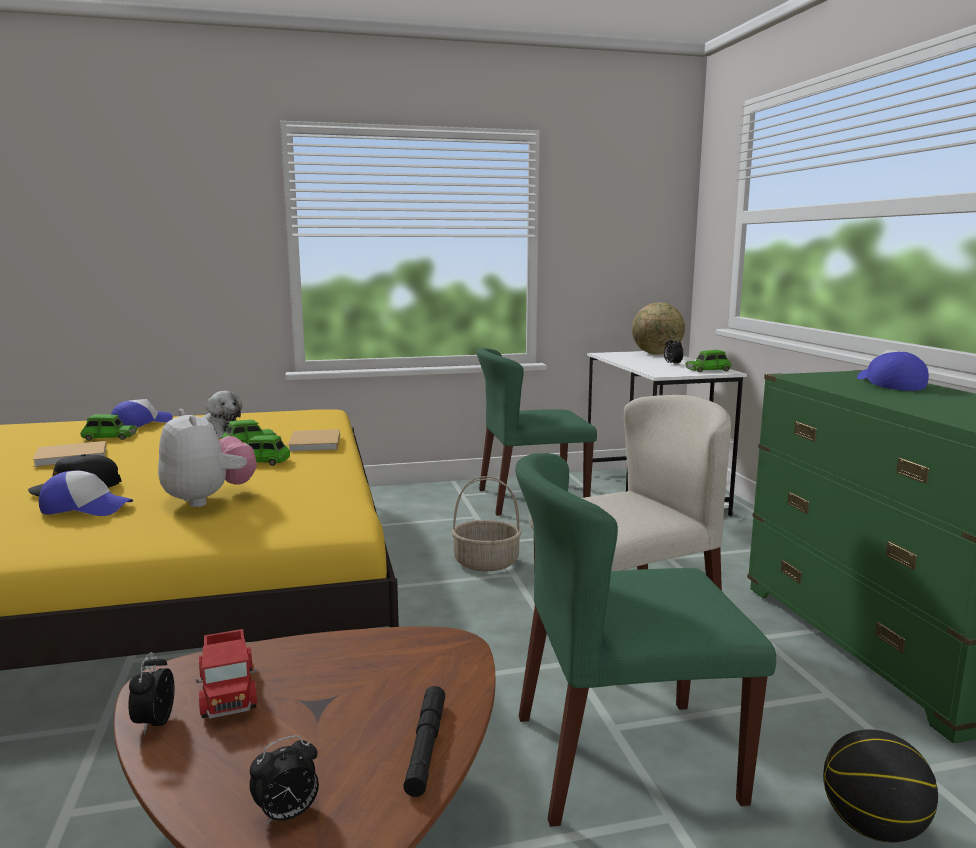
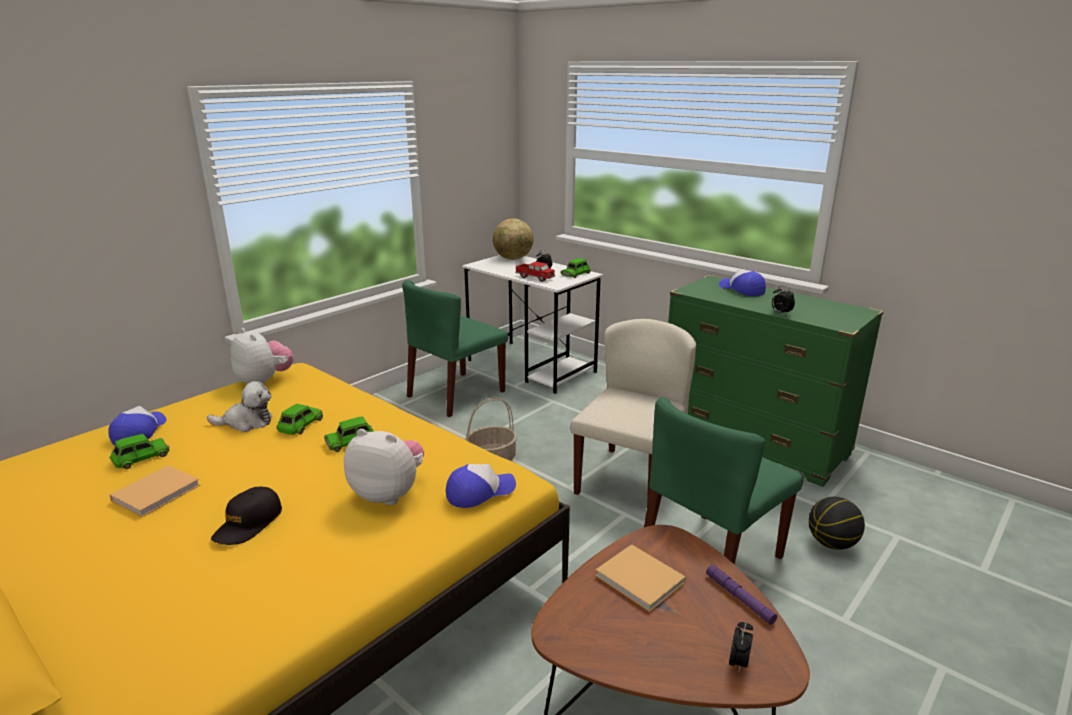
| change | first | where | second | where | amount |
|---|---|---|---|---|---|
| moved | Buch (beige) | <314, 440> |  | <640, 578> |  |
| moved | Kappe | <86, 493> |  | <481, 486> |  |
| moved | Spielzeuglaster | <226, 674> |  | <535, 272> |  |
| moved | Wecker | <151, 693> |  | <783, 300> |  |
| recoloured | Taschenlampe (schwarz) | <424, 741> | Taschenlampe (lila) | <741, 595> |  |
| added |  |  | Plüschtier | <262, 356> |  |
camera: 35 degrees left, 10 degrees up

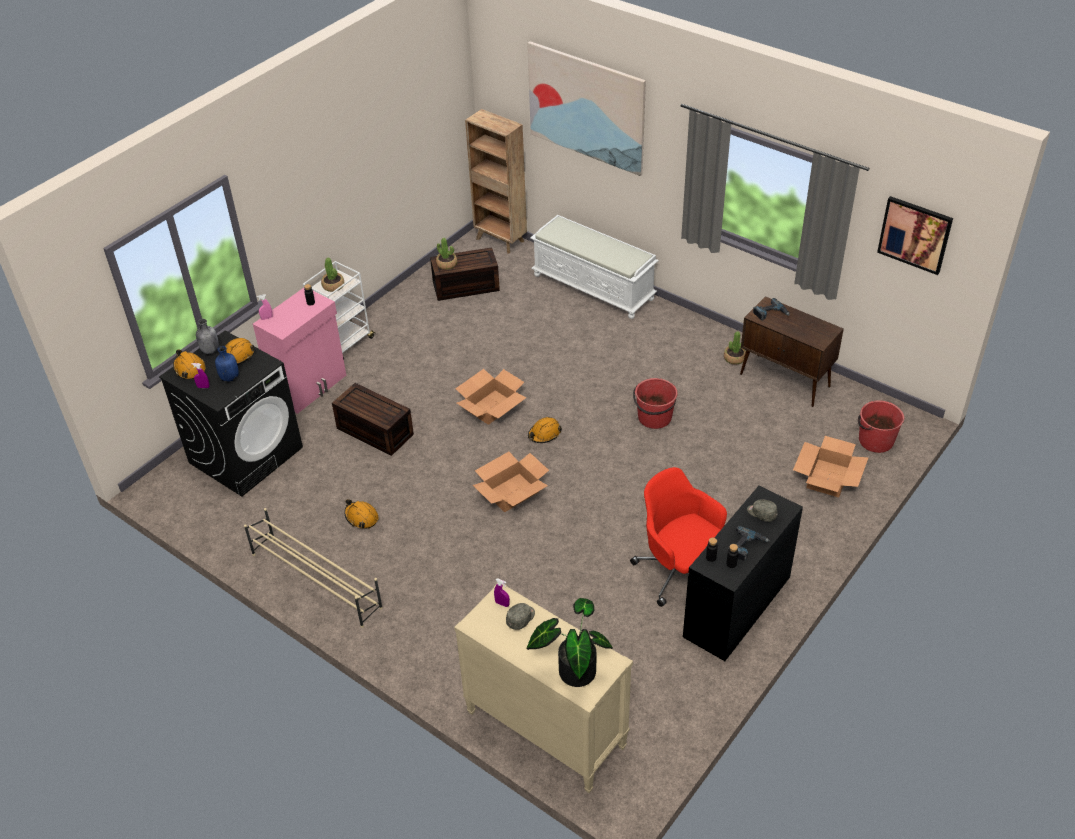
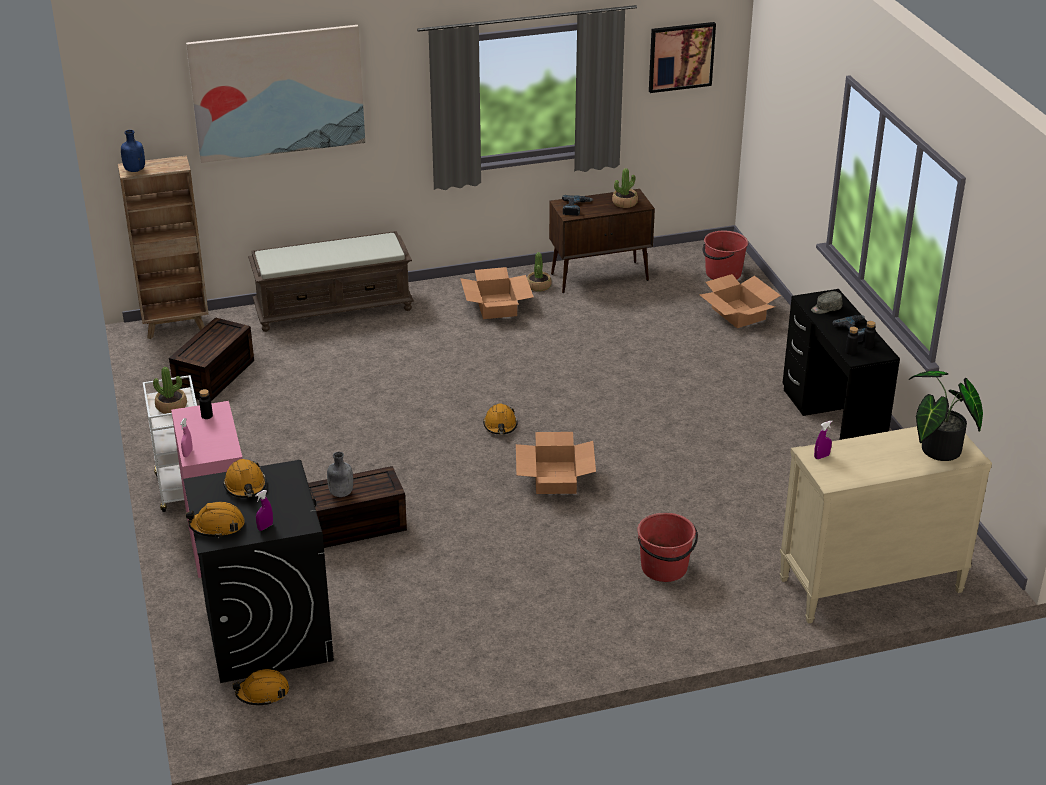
| change | first | where | second | where | amount |
|---|---|---|---|---|---|
| recoloured | Bank (weiß) | <594, 267> | Bank (braun) | <331, 281> |  |
| moved | Topfpflanze | <446, 254> |  | <625, 188> |  |
| moved | Flasche (grau) | <207, 336> |  | <340, 474> |  |
| moved | Flasche (blau) | <227, 364> |  | <133, 151> |  |
| moved | Karton | <491, 397> |  | <496, 293> |  |
| moved | Eimer (rot) | <655, 403> |  | <667, 547> |  |
| removed | Bürostuhl (rot) | <678, 537> |  |  |  |
| moved | Schutzhelm (orange) | <361, 513> |  | <260, 687> |  |
| removed | Schuhregal (beige) | <313, 568> |  |  |  |
| removed | Kappe (grau) | <520, 616> |  |  |  |
camera: 55 degrees left, 10 degrees down

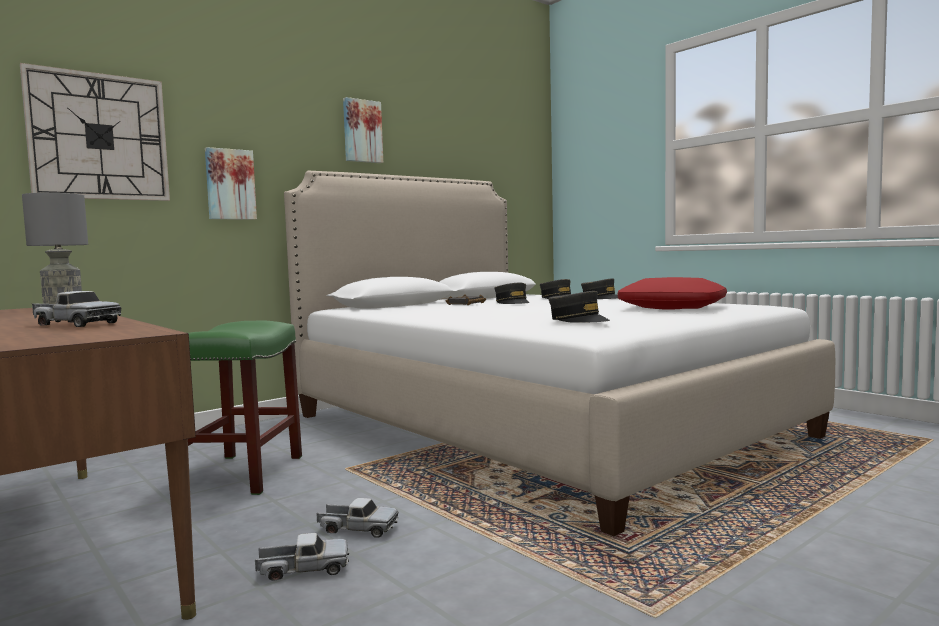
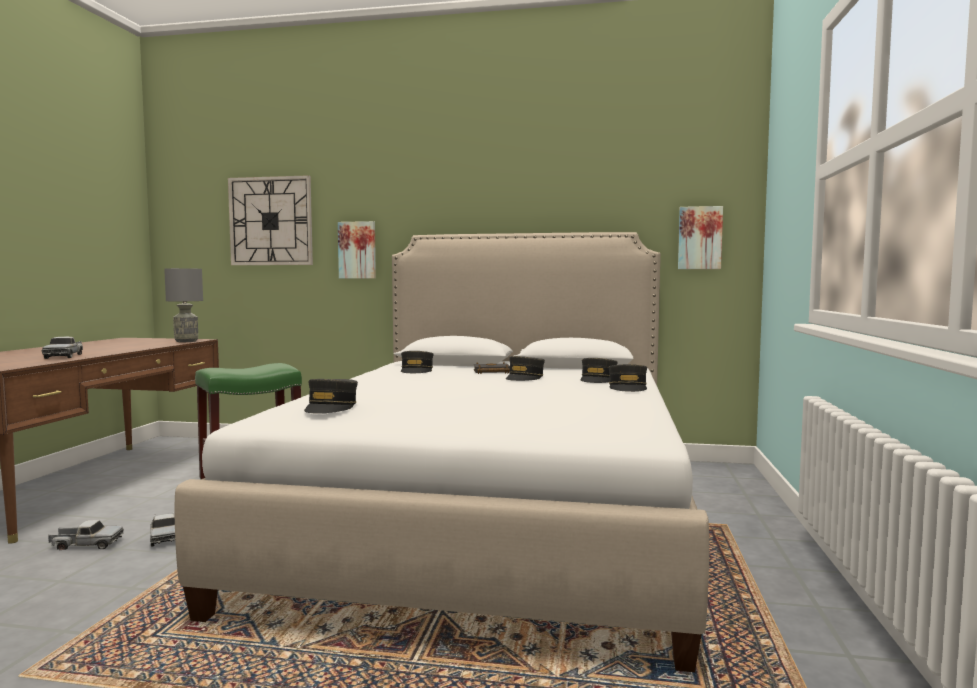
| change | first | where | second | where | amount |
|---|---|---|---|---|---|
| moved | Bild | <363, 130> |  | <700, 237> |  |
| removed | Kissen (rot) | <672, 293> |  |  |  |
| turned | Spielzeuglaster | <302, 557> |  | <86, 535> | 45 degrees counterclockwise |
| added |  |  | Kappe (grau) | <417, 362> |  |
camera: 50 degrees right, 0 degrees up

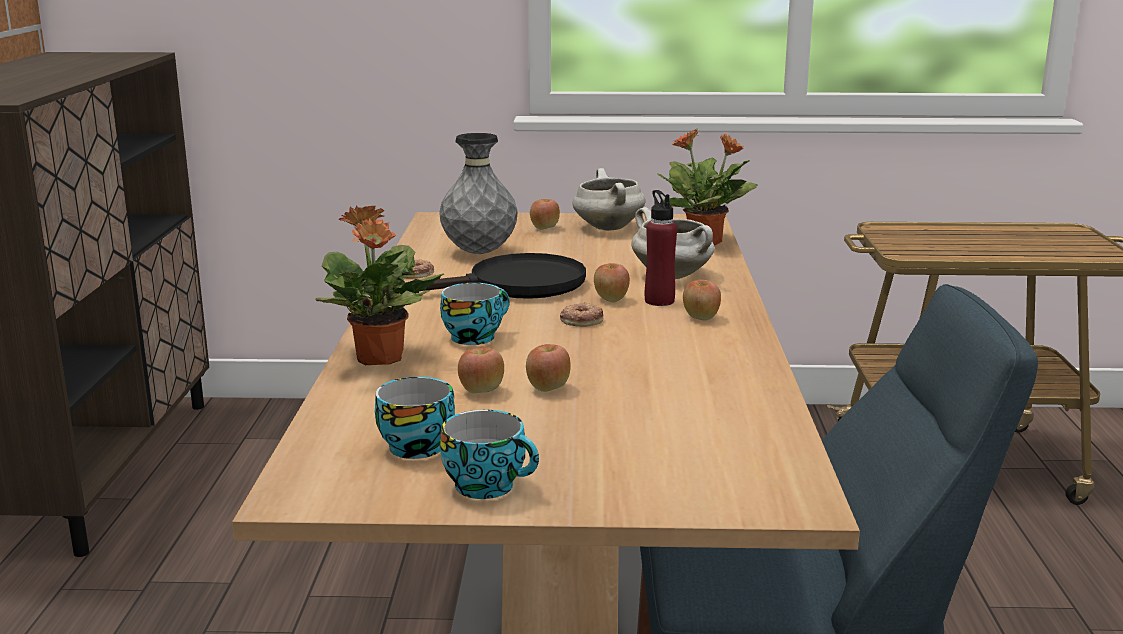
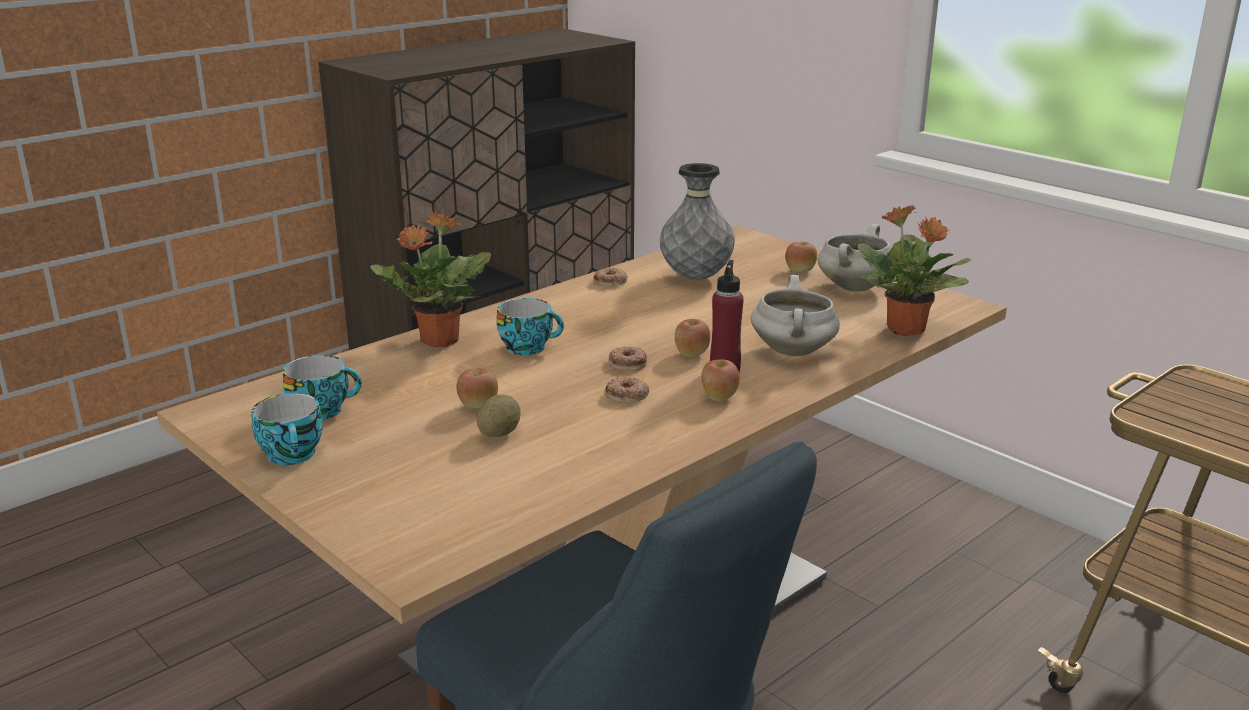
| change | first | where | second | where | amount |
|---|---|---|---|---|---|
| removed | Pfanne (schwarz) | <491, 276> |  |  |  |
| removed | Apfel | <481, 370> |  |  |  |
| added |  |  | Donut | <627, 389> |  |
| added |  |  | Kartoffel | <499, 416> |  |
camera: 45 degrees right, 5 degrees up

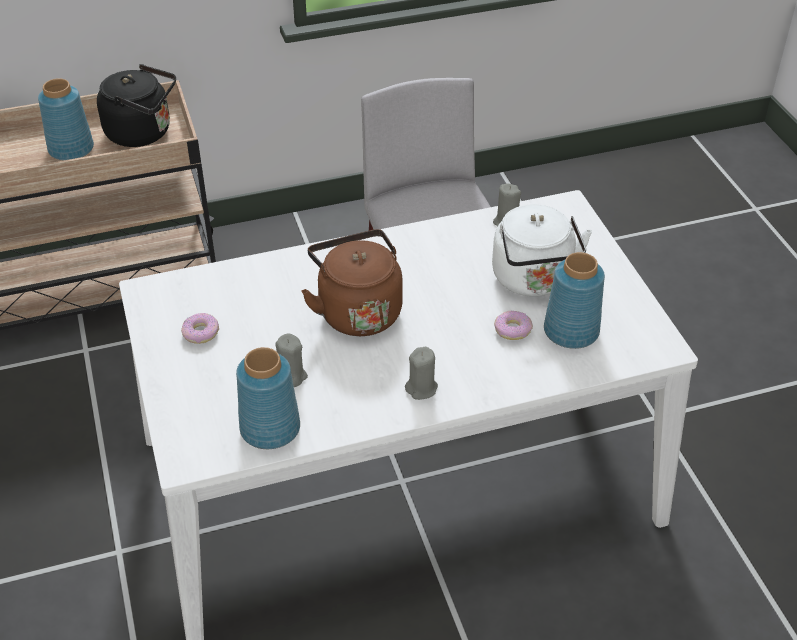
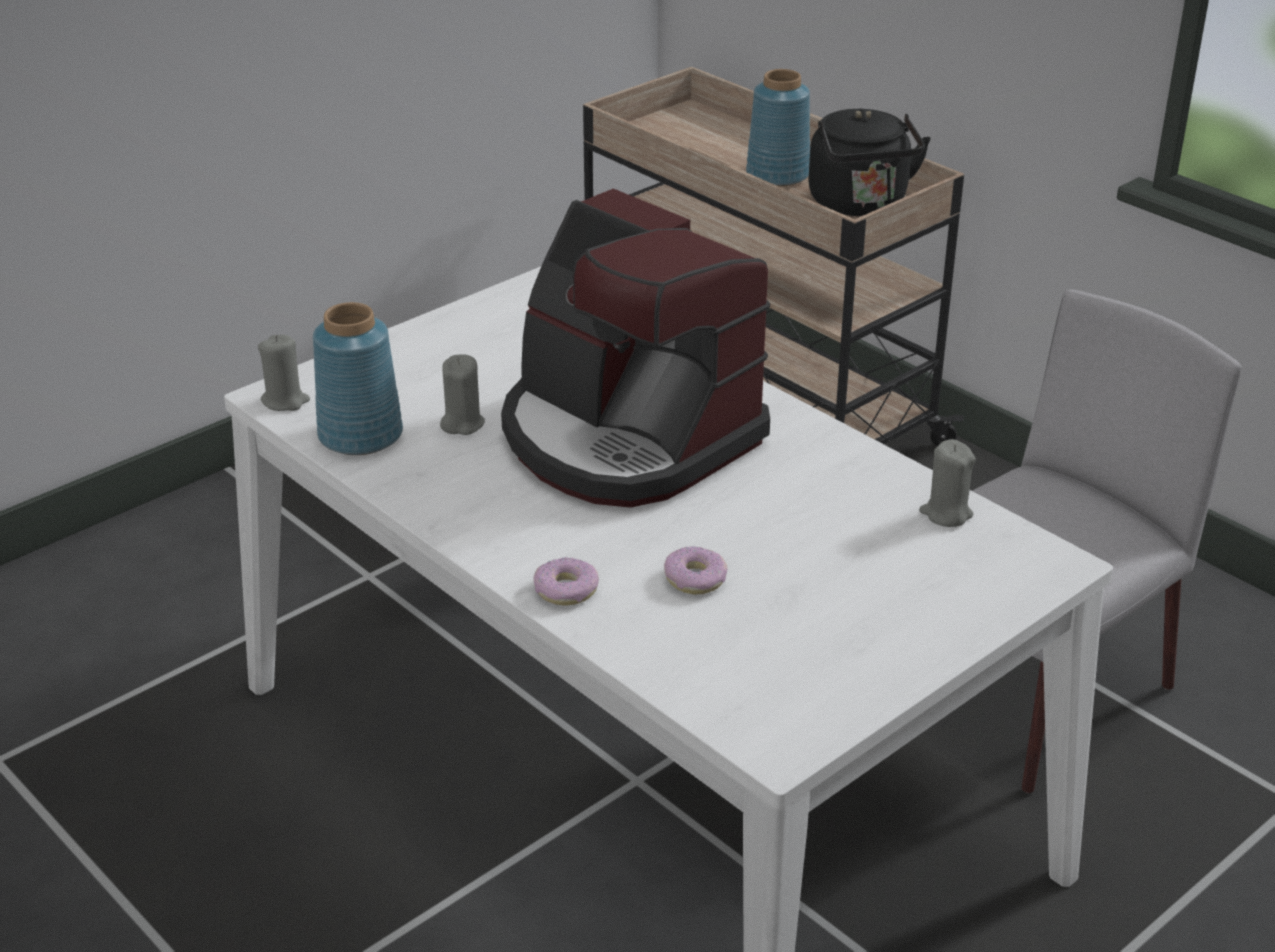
| change | first | where | second | where | amount |
|---|---|---|---|---|---|
| removed | Wasserkessel (weiß) | <542, 250> |  |  |  |
| replaced | Wasserkessel (braun) | <352, 282> | Kaffeemaschine | <635, 348> |  |
| removed | Vase (blau) | <574, 300> |  |  |  |
| moved | Donut | <200, 328> |  | <566, 581> |  |
| moved | Kerze (grau) | <421, 373> |  | <284, 373> |  |
camera: 65 degrees right, 10 degrees down

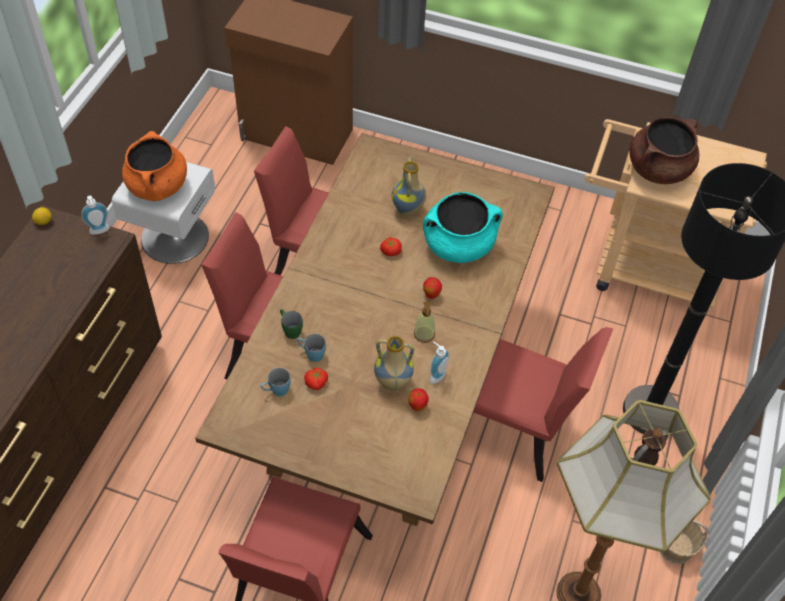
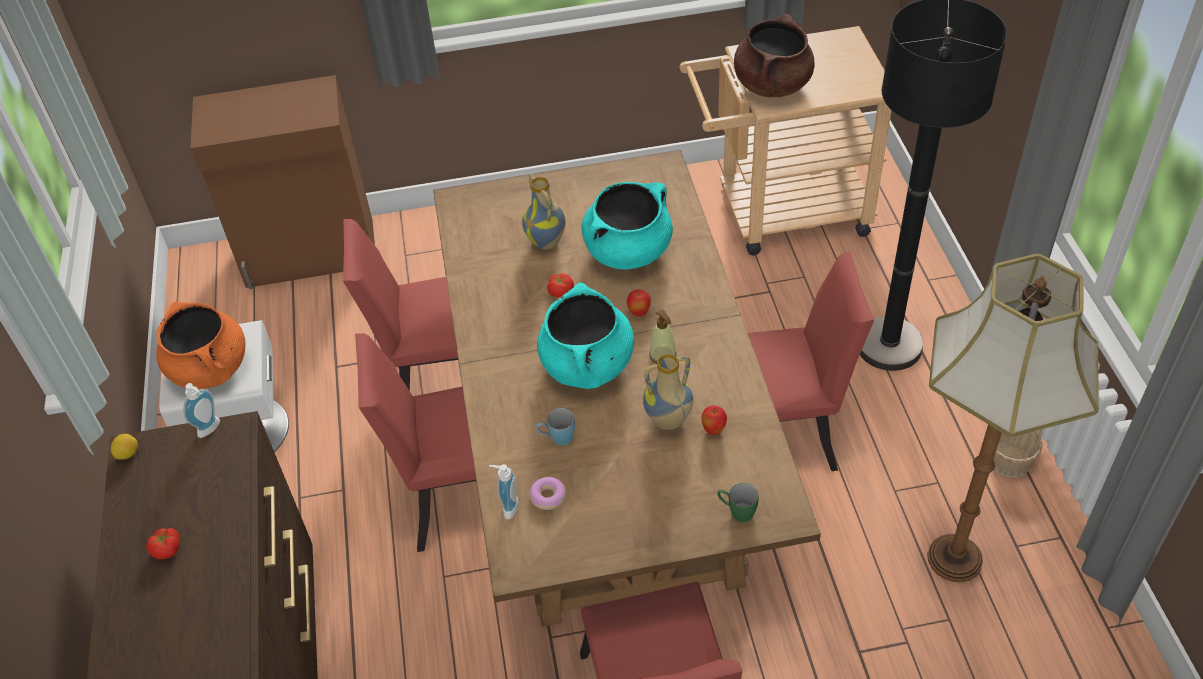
| change | first | where | second | where | amount |
|---|---|---|---|---|---|
| moved | Henkelbecher (grün) | <291, 324> |  | <738, 502> |  |
| moved | Seifenspender | <439, 362> |  | <504, 491> |  |
| replaced | Henkelbecher (blau) | <275, 382> | Donut | <547, 493> |  |
| moved | Tomate | <316, 379> |  | <163, 543> |  |
| added |  |  | Kochtopf (türkis) | <585, 336> |  |
camera: 25 degrees left, 5 degrees down

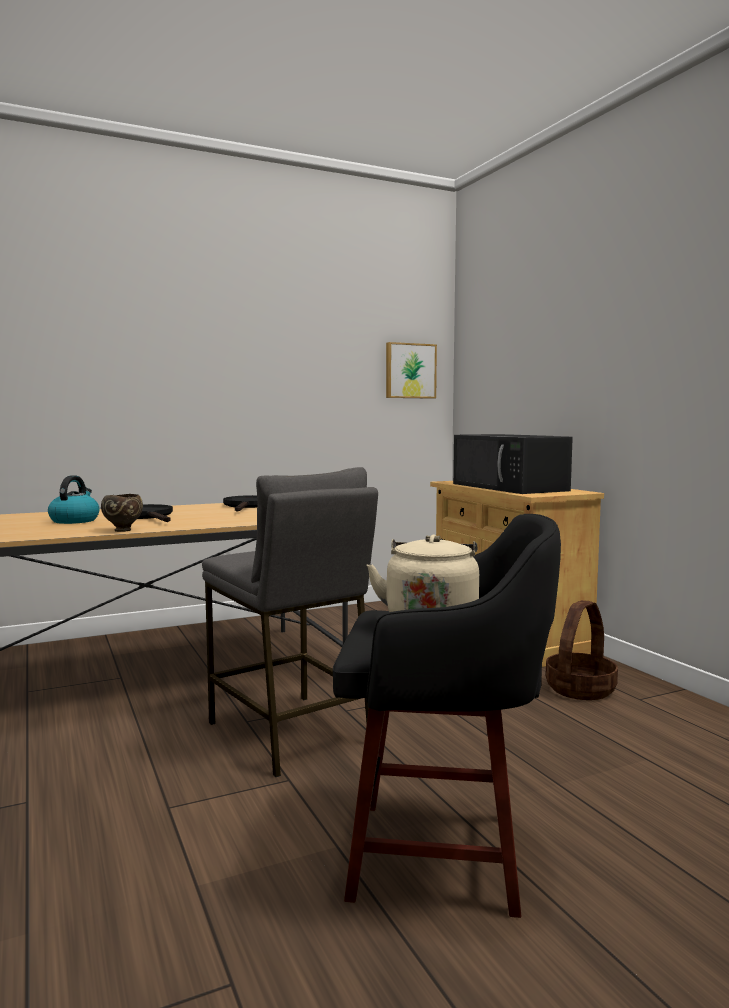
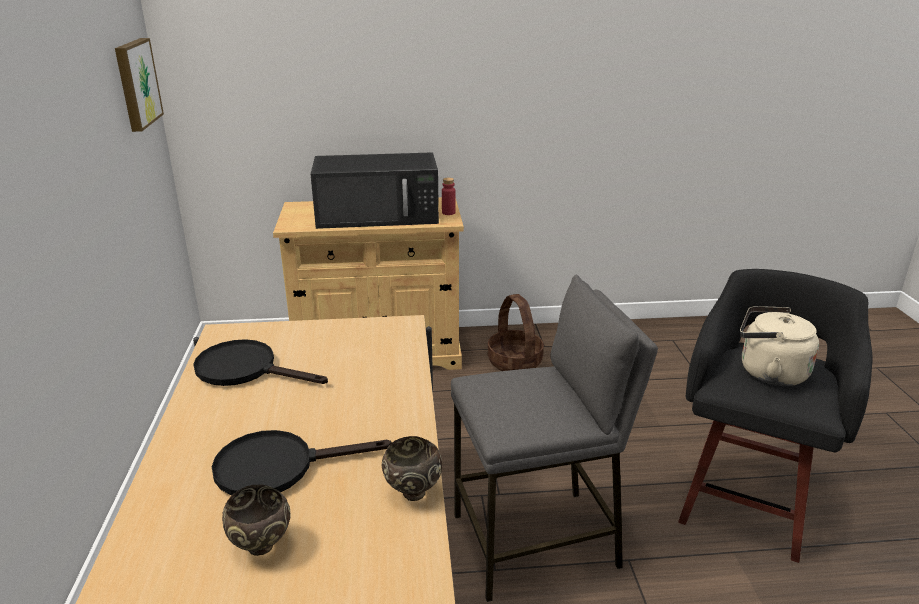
| change | first | where | second | where | amount |
|---|---|---|---|---|---|
| replaced | Wasserkessel | <74, 500> | Schüssel (braun) | <256, 520> |  |
| added |  |  | Flasche (rot) | <449, 196> |  |
camera: 70 degrees left, 20 degrees up

